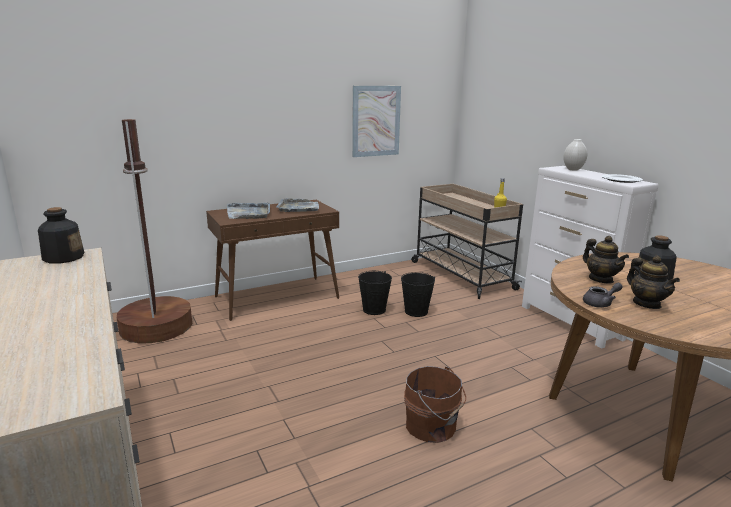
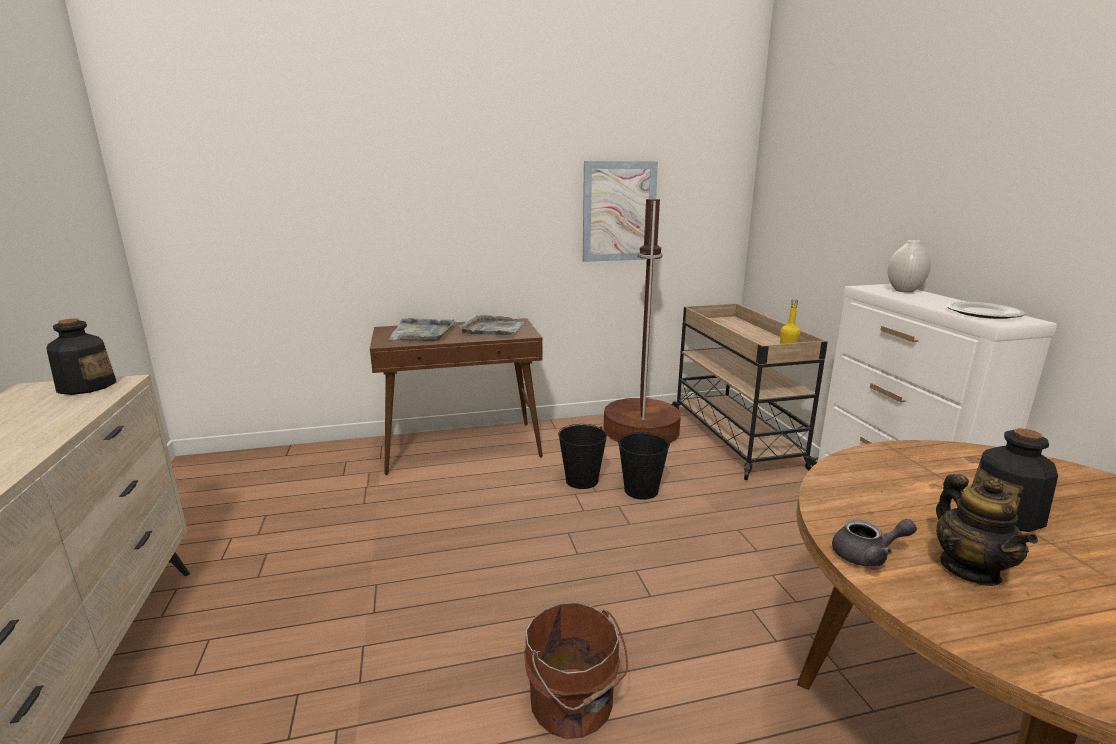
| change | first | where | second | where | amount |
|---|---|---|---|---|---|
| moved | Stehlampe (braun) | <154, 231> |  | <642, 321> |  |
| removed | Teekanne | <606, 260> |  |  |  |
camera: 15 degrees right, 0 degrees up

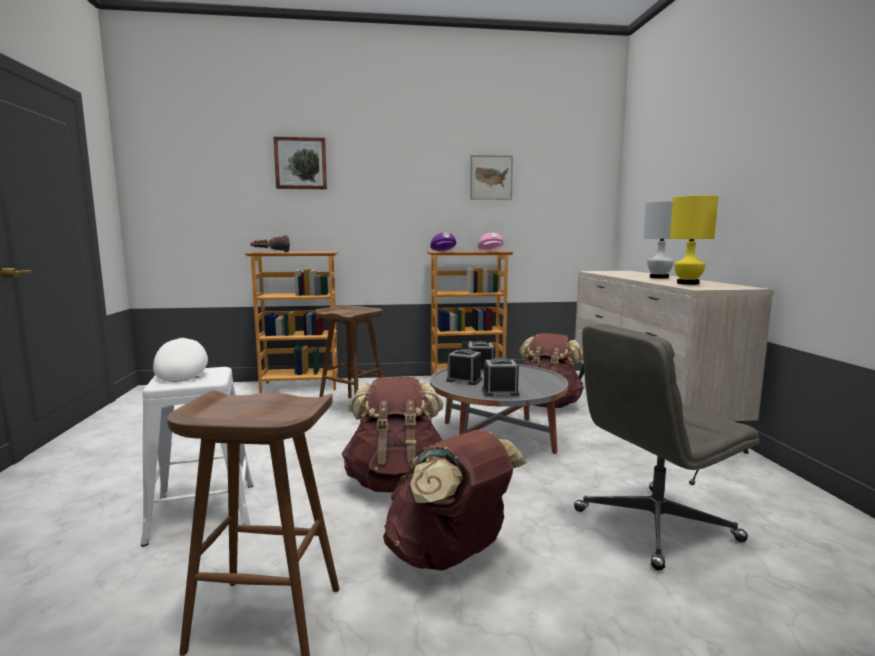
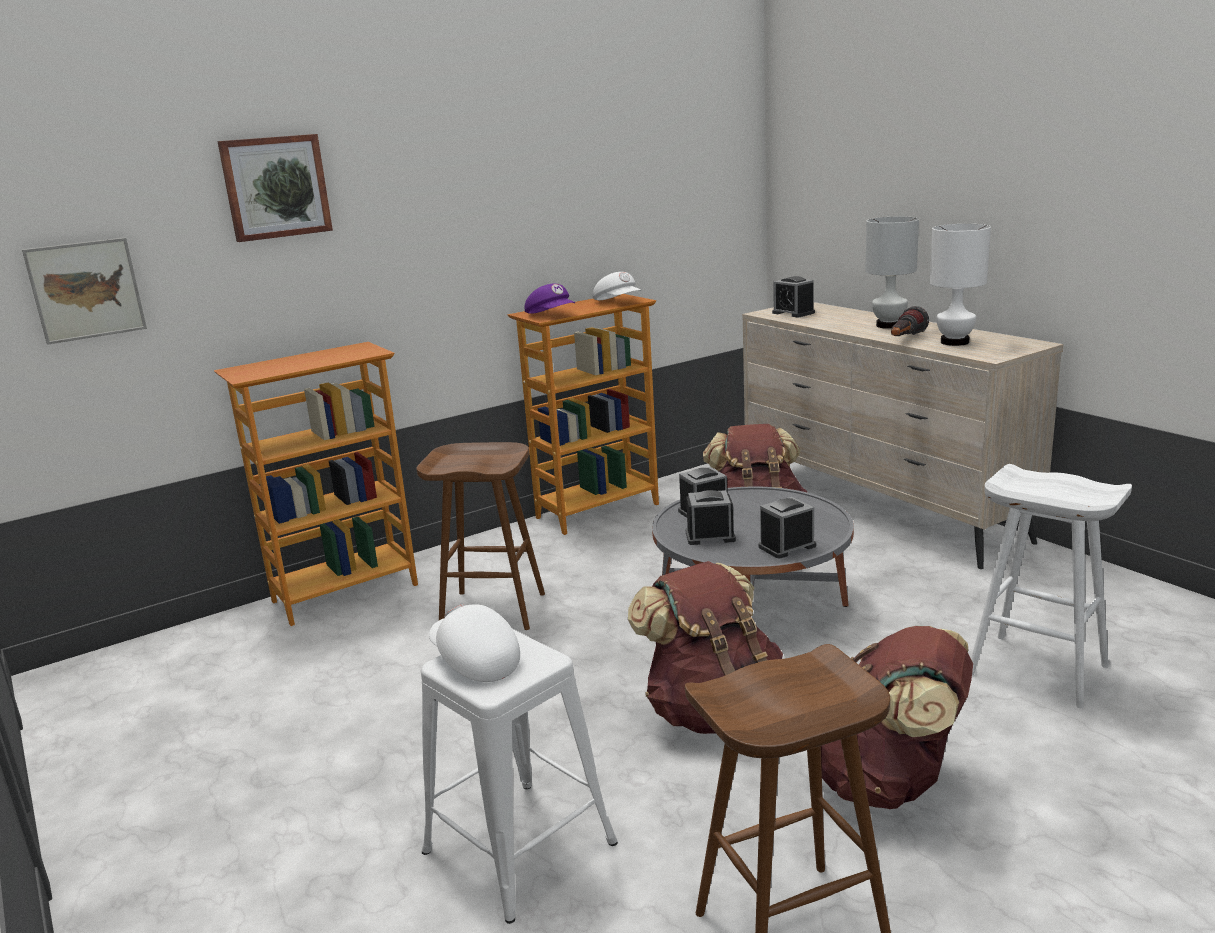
| change | first | where | second | where | amount |
|---|---|---|---|---|---|
| moved | Bild | <491, 177> |  | <84, 291> |  |
| recoloured | Tischlampe (gelb) | <694, 240> | Tischlampe (weiß) | <960, 285> |  |
| recoloured | Kappe (rosa) | <491, 241> | Kappe (weiß) | <617, 286> |  |
| moved | Taschenlampe | <270, 243> |  | <910, 321> |  |
| replaced | Bürostuhl (grau) | <666, 447> | Hocker (weiß) | <1051, 586> |  |
| added |  |  | Wecker | <793, 296> |  |
camera: 25 degrees left, 10 degrees up

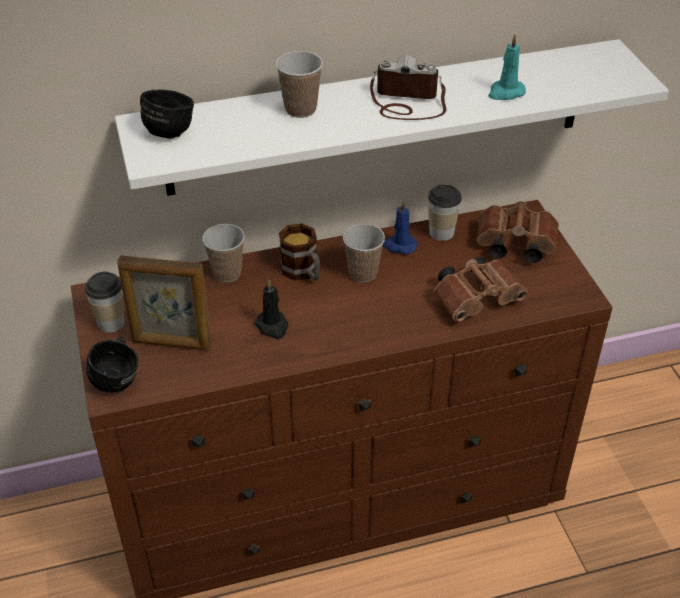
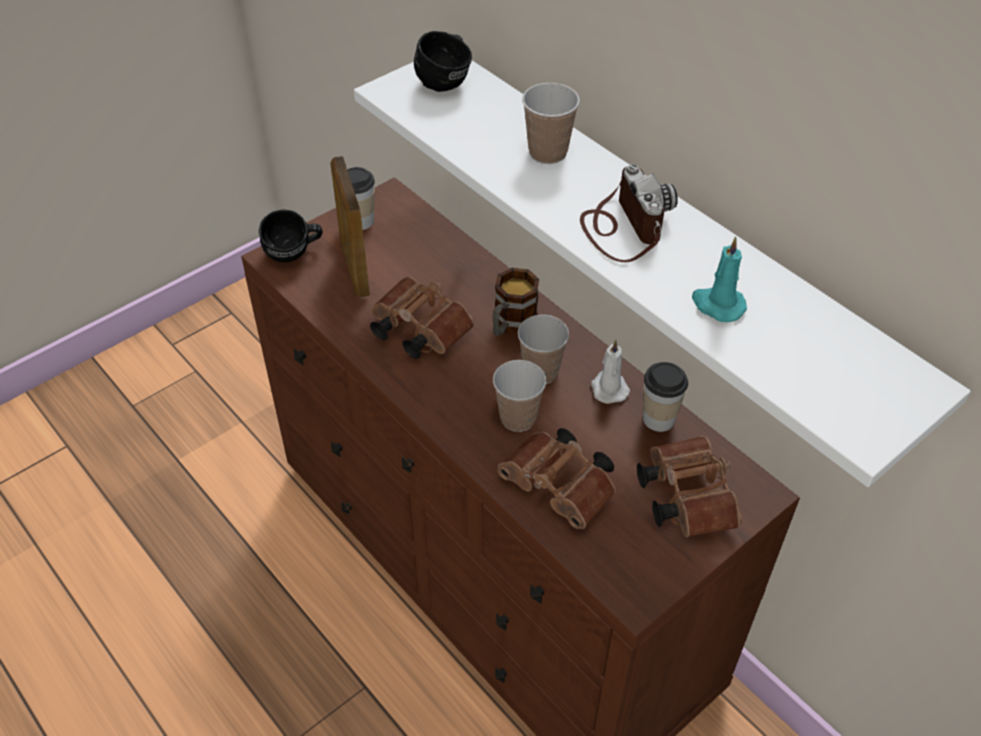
| change | first | where | second | where | amount |
|---|---|---|---|---|---|
| recoloured | Kerze (blau) | <400, 227> | Kerze (weiß) | <610, 372> |  |
| moved | Tasse | <223, 253> |  | <519, 396> |  |
| replaced | Kerze (schwarz) | <271, 309> | Fernglas (braun) | <422, 317> |  |
camera: 65 degrees right, 5 degrees up

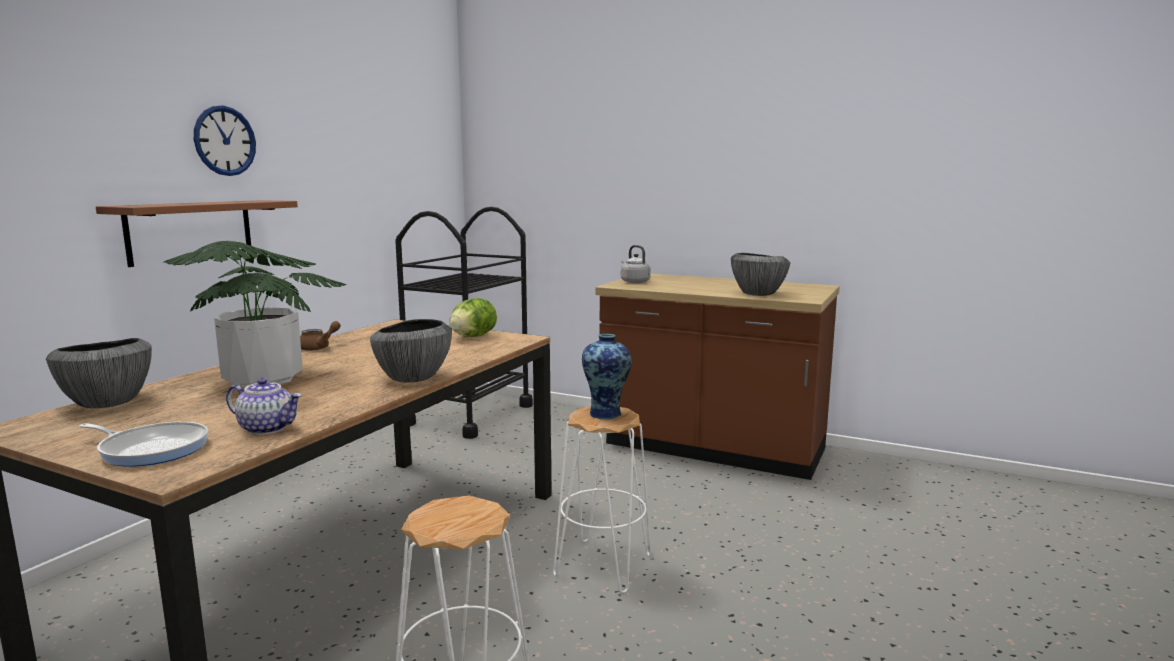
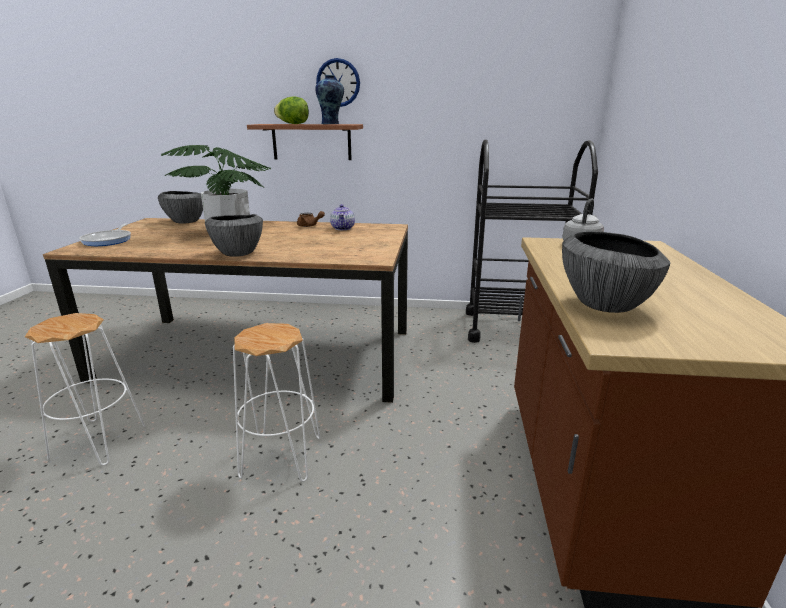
| change | first | where | second | where | amount |
|---|---|---|---|---|---|
| moved | Salatkopf | <473, 317> |  | <291, 110> |  |
| moved | Vase | <607, 377> |  | <329, 99> |  |
| moved | Teekanne | <264, 406> |  | <342, 217> |  |
camera: 70 degrees right, 10 degrees up

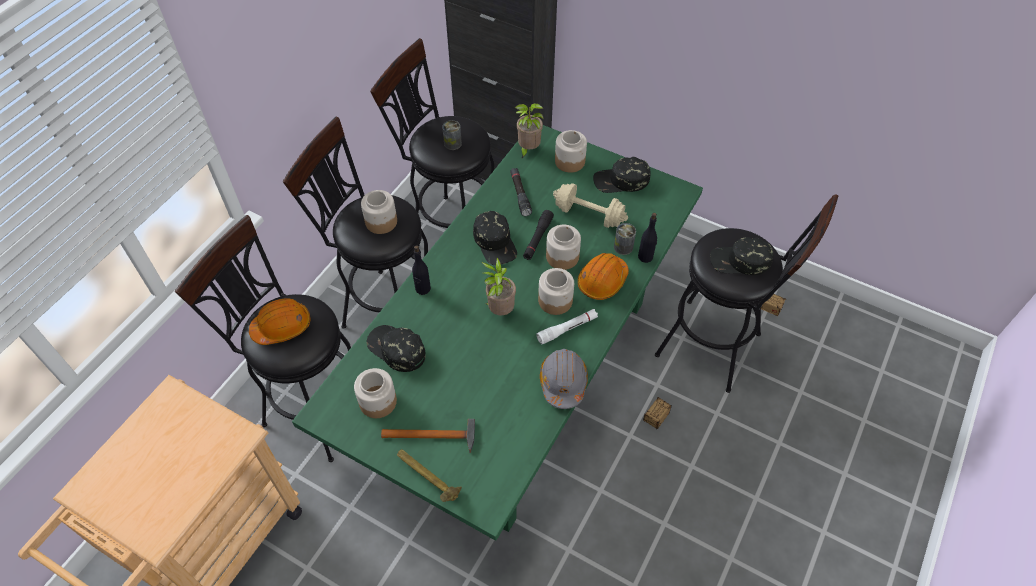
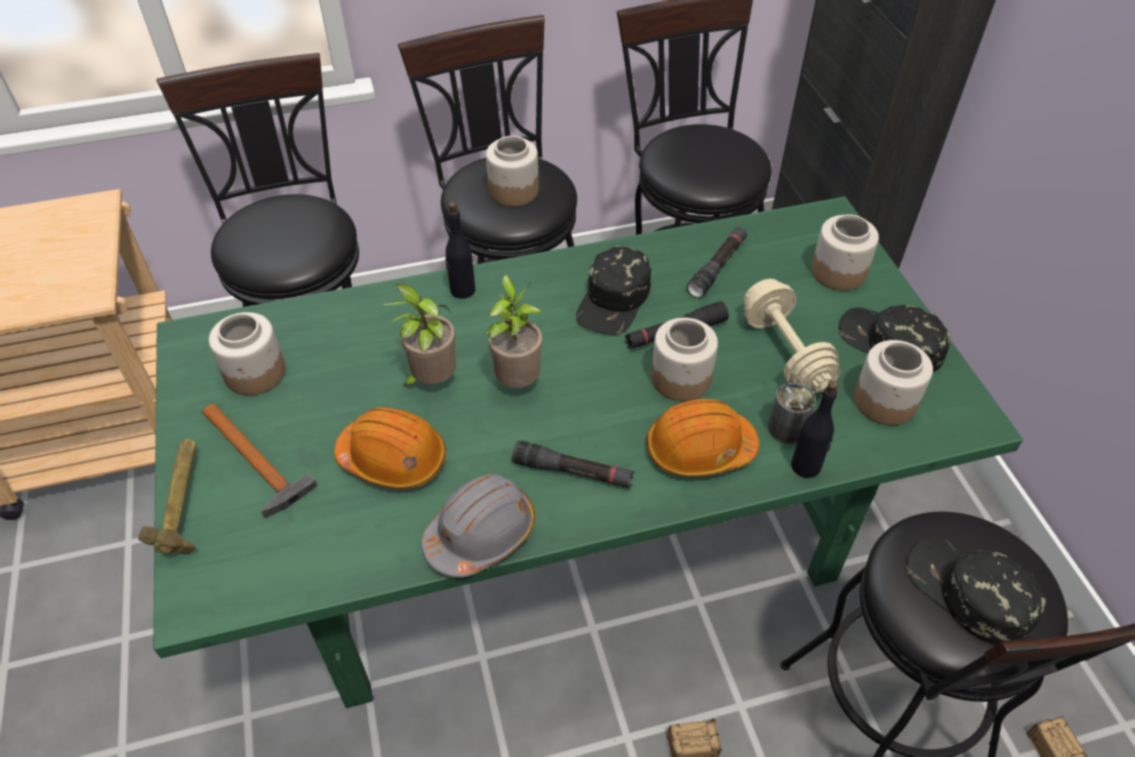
| change | first | where | second | where | amount |
|---|---|---|---|---|---|
| moved | Topfpflanze | <529, 131> |  | <418, 335> |  |
| removed | Dose | <452, 135> |  |  |  |
| moved | Vorratsglas | <556, 291> |  | <893, 382> |  |
| moved | Schutzhelm (orange) | <280, 321> |  | <390, 448> |  |
| recoloured | Taschenlampe (weiß) | <567, 327> | Taschenlampe (schwarz) | <573, 464> |  |
| removed | Kappe (schwarz) | <396, 348> |  |  |  |
camera: 45 degrees right, 5 degrees down

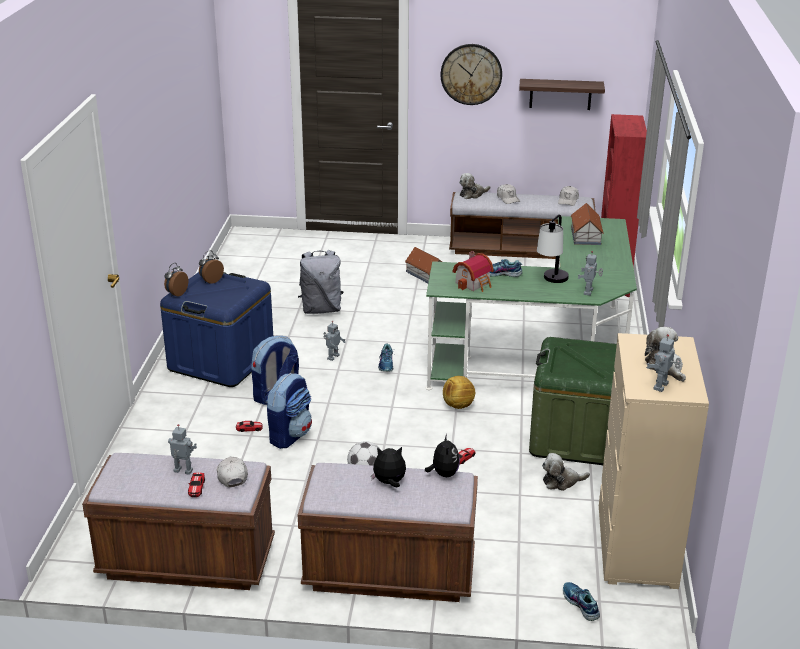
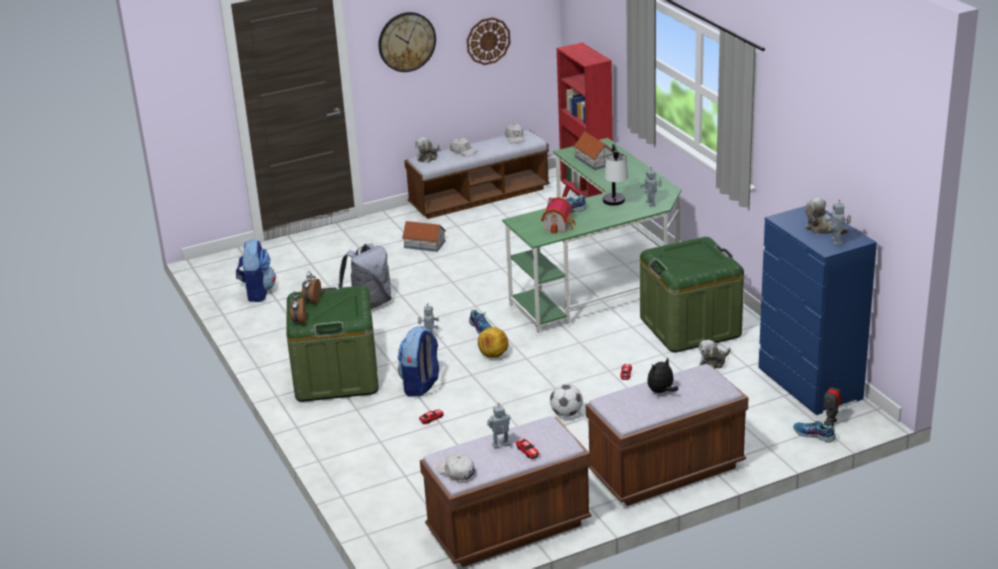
| change | first | where | second | where | amount |
|---|---|---|---|---|---|
| replaced | Wandregal | <562, 94> | Wanduhr | <488, 41> |  |
| recoloured | Aufbewahrungsbox (blau) | <216, 329> | Aufbewahrungsbox (grün) | <332, 344> |  |
| recoloured | Kommode (beige) | <654, 461> | Kommode (blau) | <817, 310> |  |
| moved | Rucksack | <288, 411> |  | <256, 271> |  |
| moved | Fußball | <459, 392> |  | <493, 342> |  |
| removed | Plüschtier | <442, 455> |  |  |  |
| moved | Kappe (weiß) | <232, 472> |  | <455, 466> |  |
| added |  |  | Spielzeugroboter | <832, 407> |  |
camera: 30 degrees left, 0 degrees up

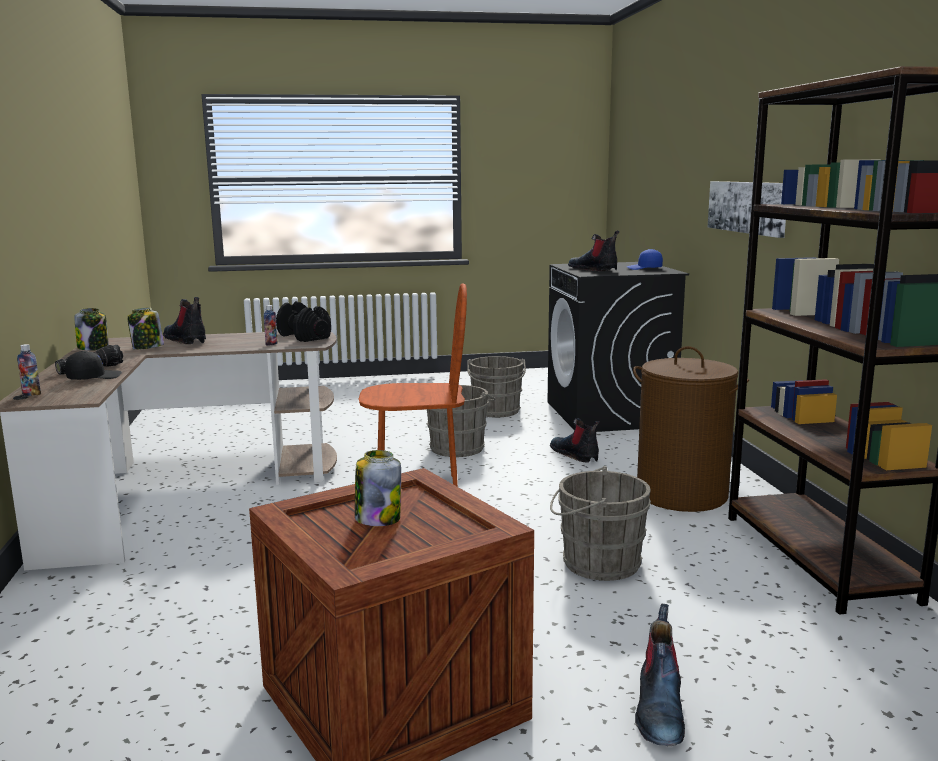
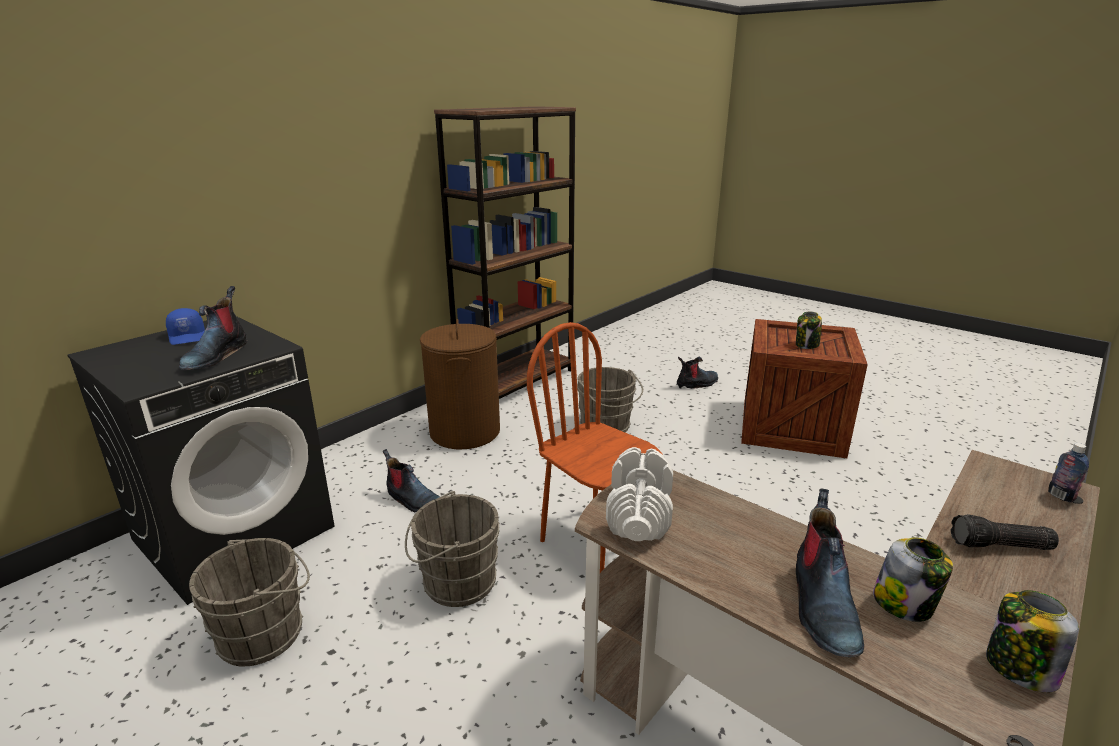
| change | first | where | second | where | amount |
|---|---|---|---|---|---|
| removed | Bild | <747, 209> |  |  |  |
| recoloured | Hantel (schwarz) | <303, 321> | Hantel (weiß) | <639, 494> |  |
| removed | Flasche | <271, 325> |  |  |  |
| removed | Kappe (schwarz) | <93, 365> |  |  |  |
| turned | Stiefel | <574, 440> |  | <411, 480> | 75 degrees counterclockwise |
camera: 130 degrees left, 10 degrees up

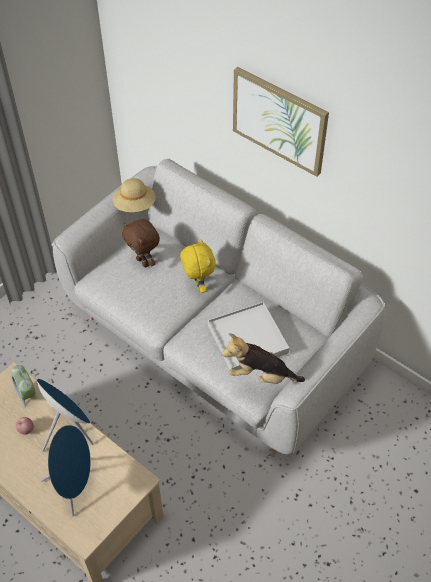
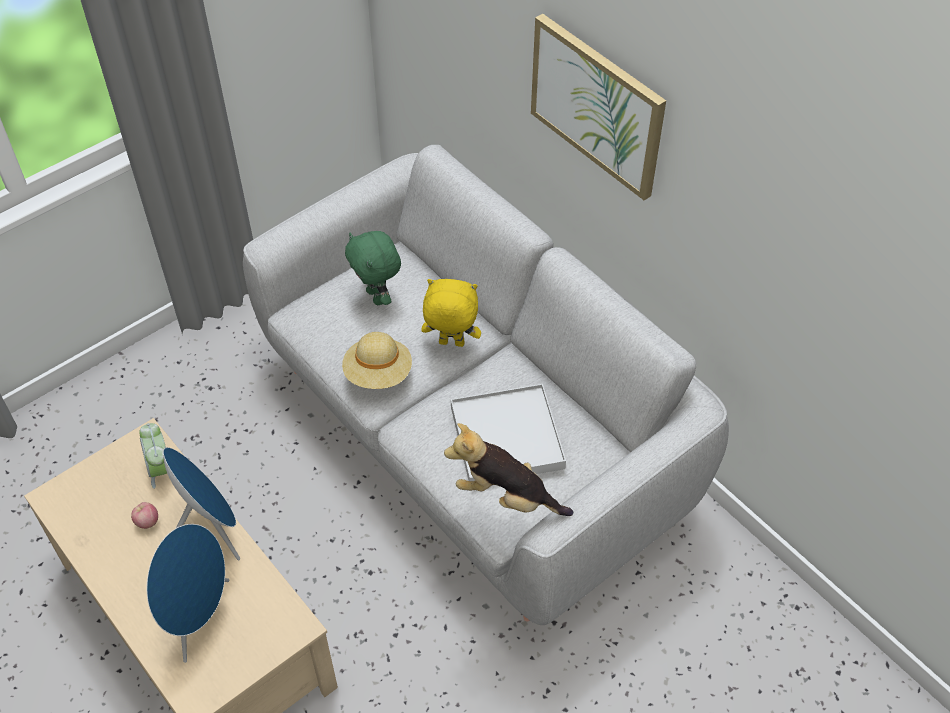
| change | first | where | second | where | amount |
|---|---|---|---|---|---|
| moved | Hut (beige) | <134, 195> |  | <377, 360> |  |
| recoloured | Plüschtier (braun) | <141, 243> | Plüschtier (grün) | <373, 268> |  |
| turned | Plüschtier (gelb) | <198, 266> |  | <451, 313> | 75 degrees counterclockwise |
camera: 10 degrees right, 0 degrees up

